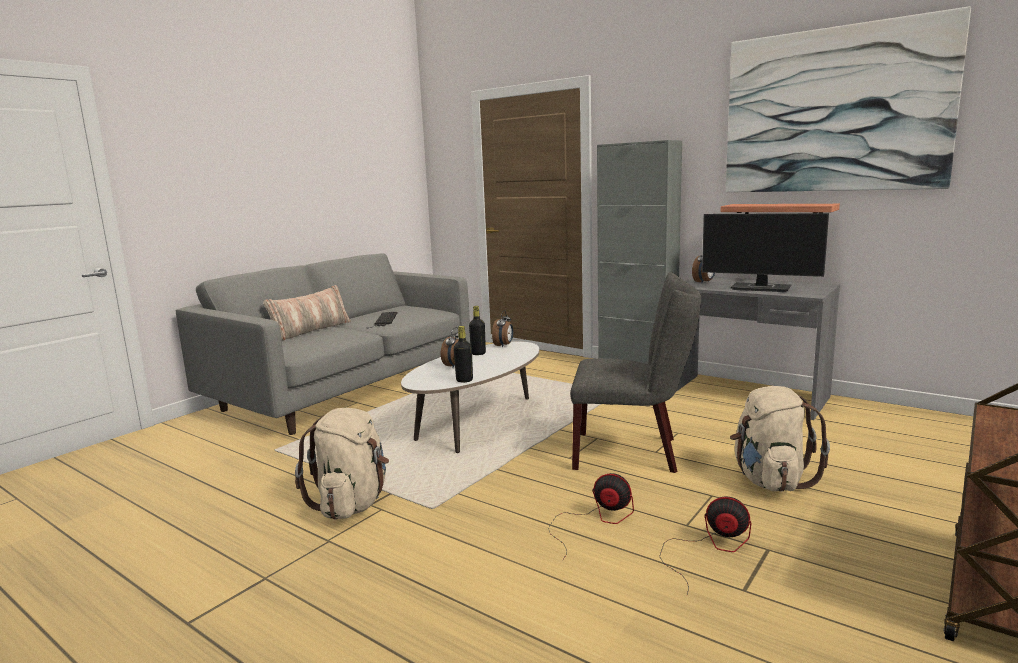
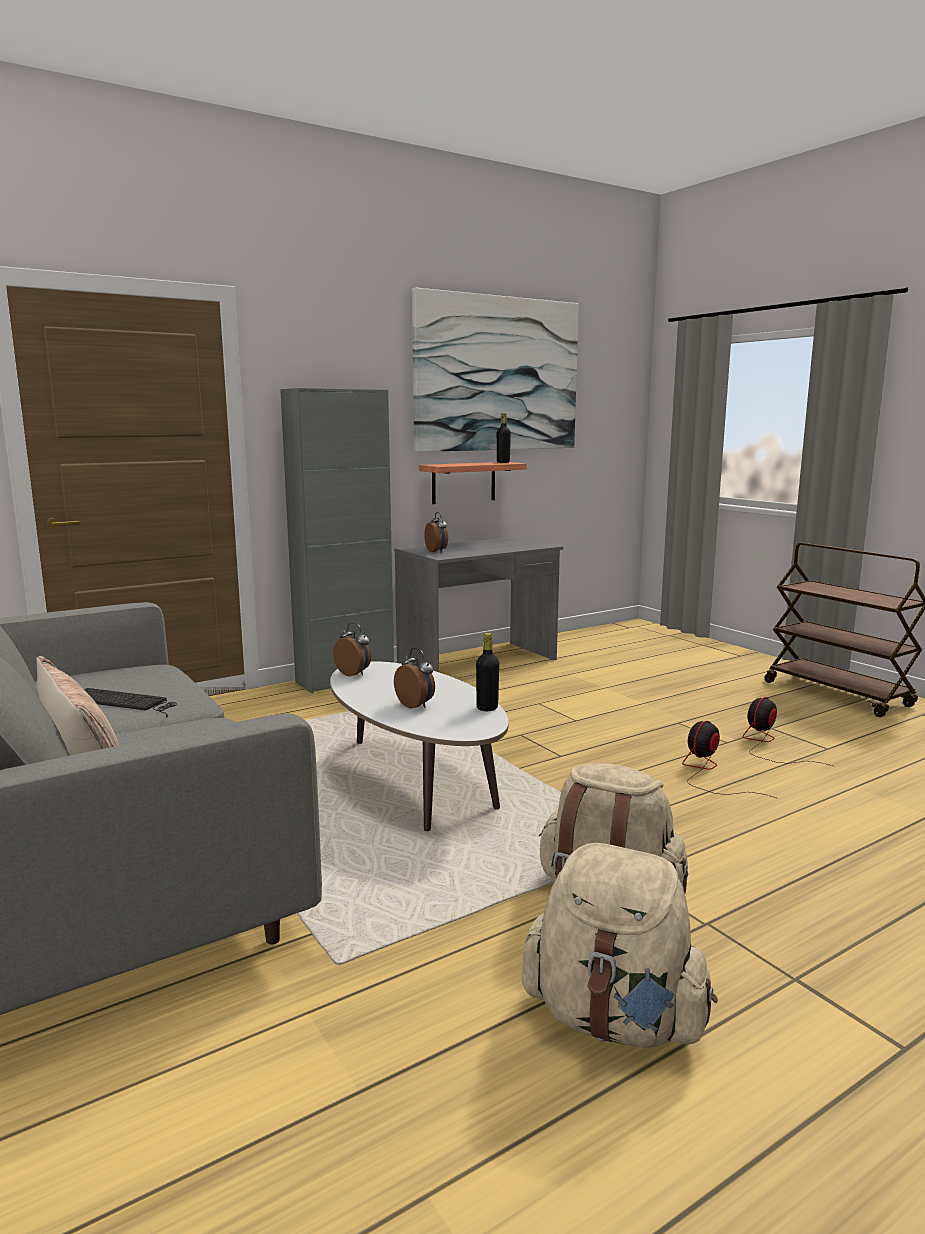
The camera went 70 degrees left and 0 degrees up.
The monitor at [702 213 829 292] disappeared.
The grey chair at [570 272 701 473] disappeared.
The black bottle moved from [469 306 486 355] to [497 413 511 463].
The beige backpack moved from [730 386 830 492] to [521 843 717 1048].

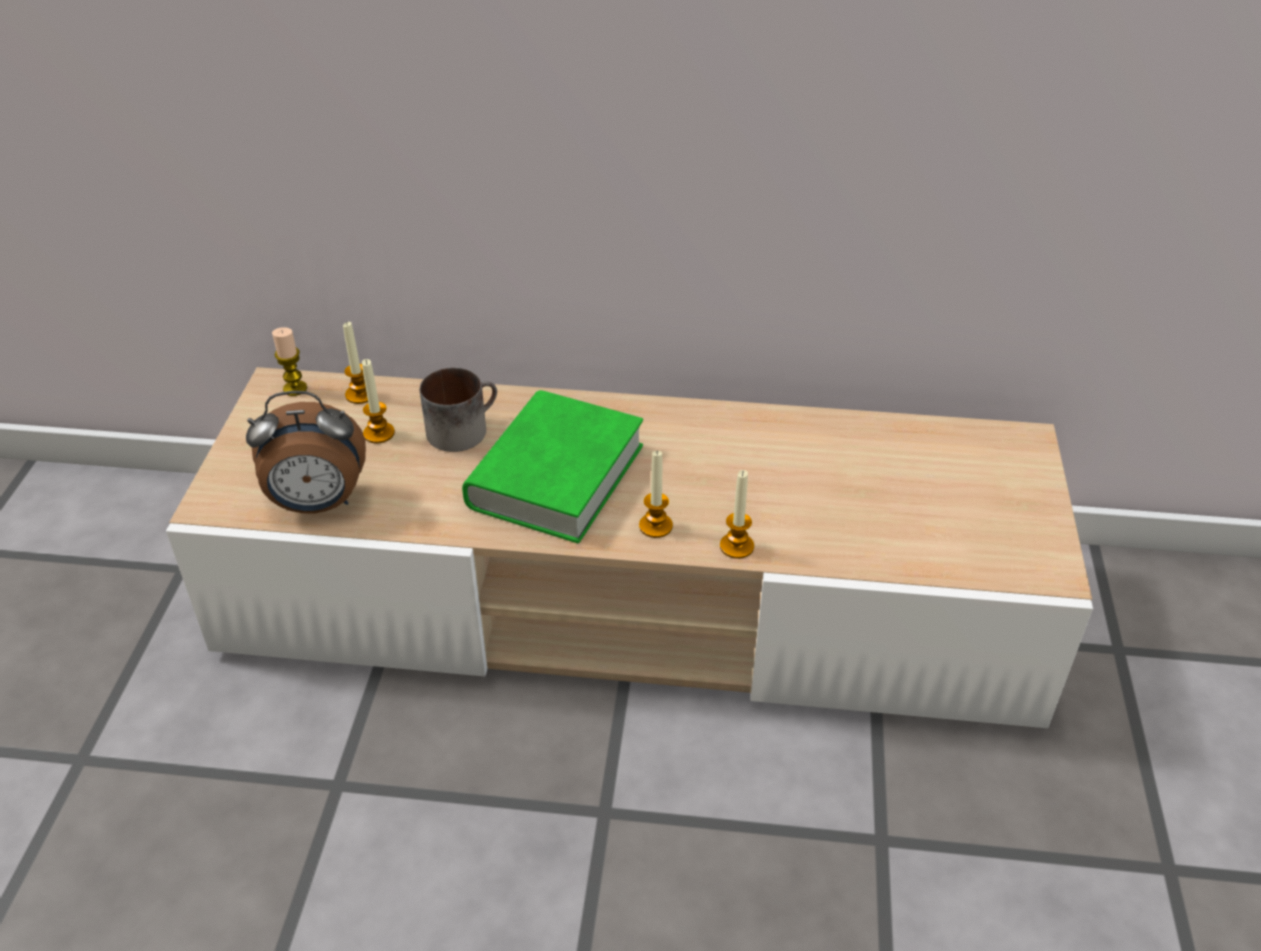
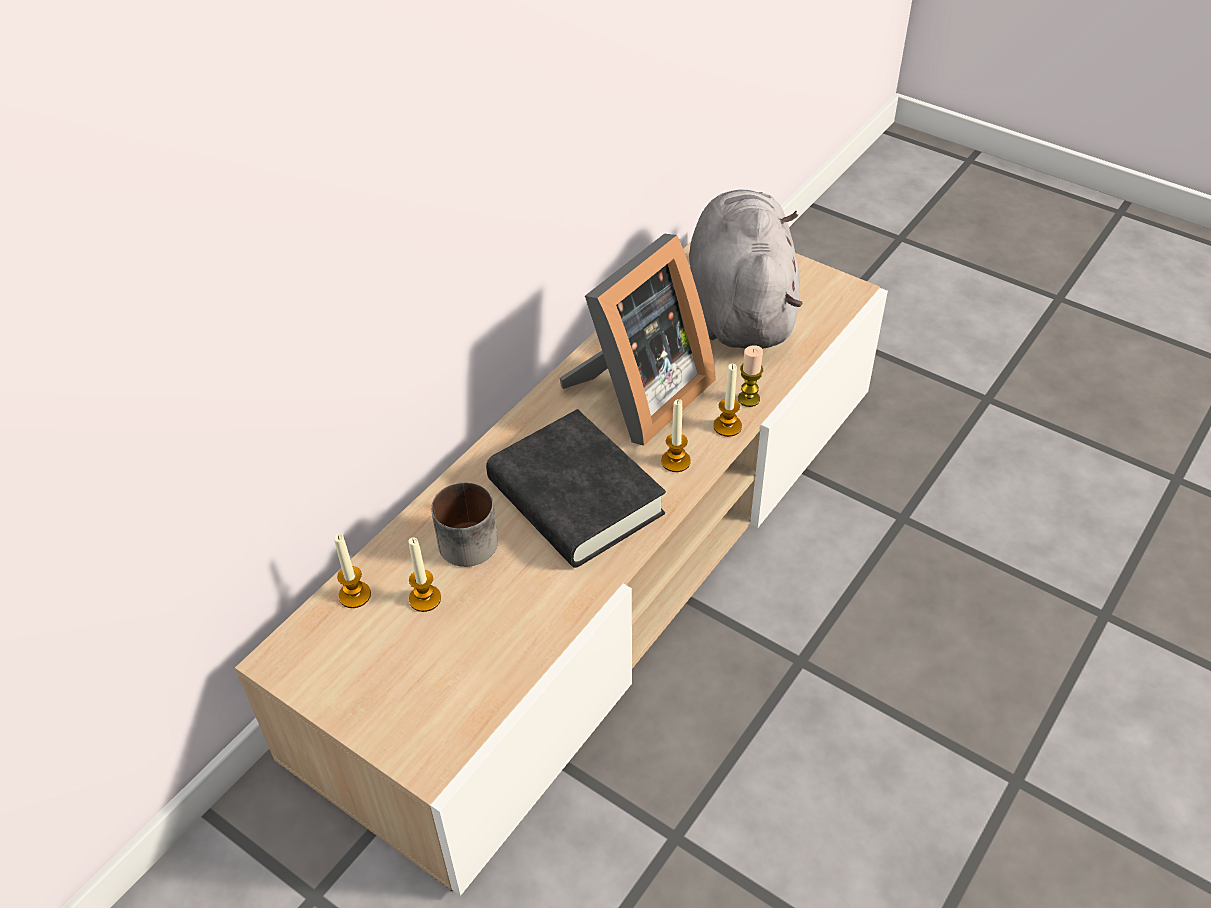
The camera went 60 degrees left and 5 degrees up.
The candle moved from [272 327 307 396] to [738 345 763 407].
The green book at [462 390 643 543] became the black book at [486 409 666 568].
The alarm clock at [246 391 366 513] disappeared.
The grey plush toy at [689 189 803 349] appeared.
The picture frame at [560 234 716 446] appeared.

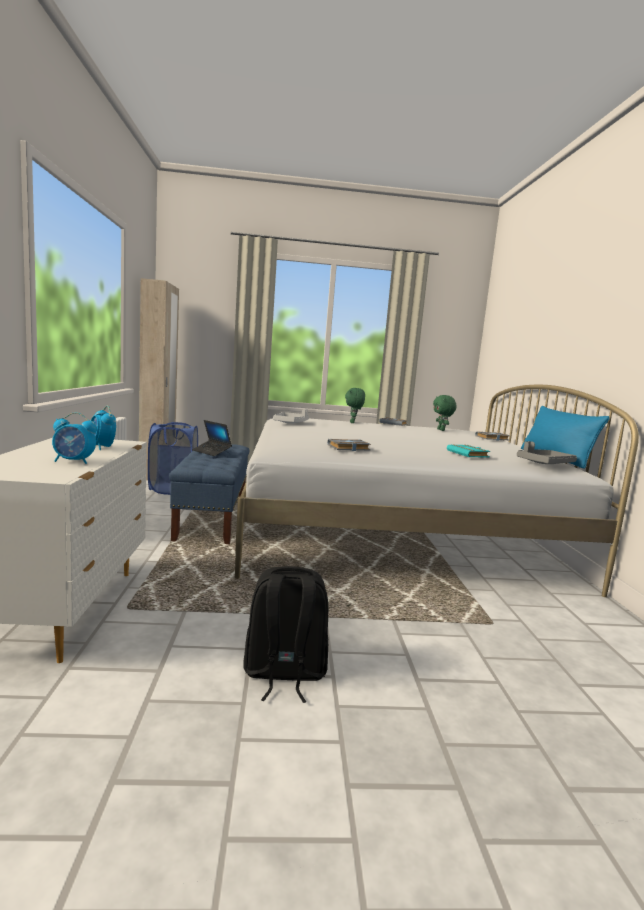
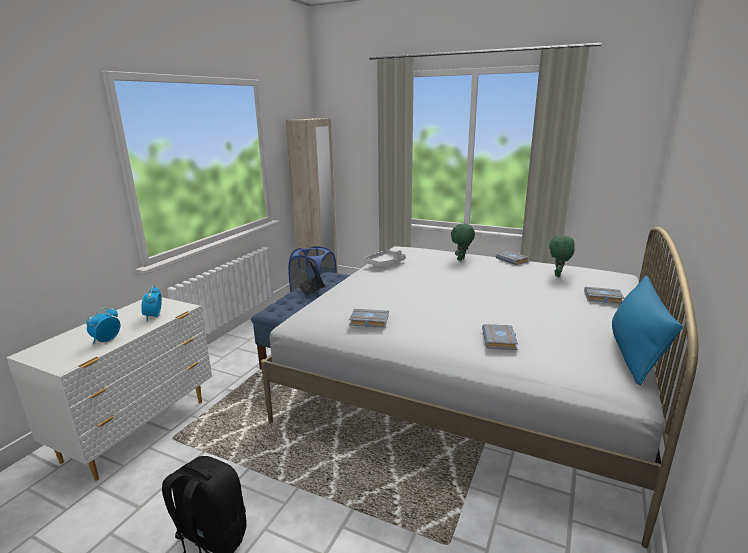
The camera went 30 degrees right and 10 degrees up.
The alarm clock at [52 412 97 464] turned 90 degrees clockwise.
The grey tray at [517 441 577 464] disappeared.
The turquoise book at [447 444 491 457] became the grey book at [482 324 518 350].

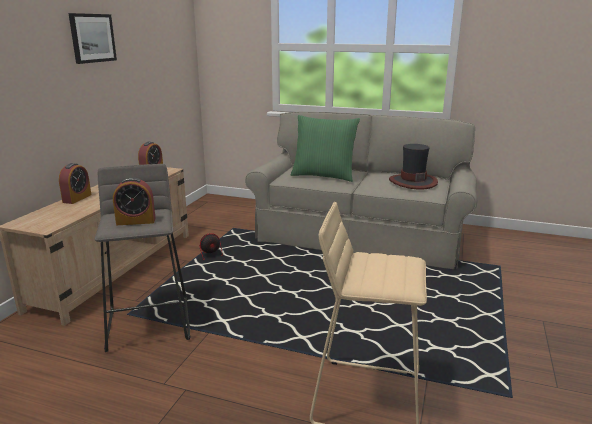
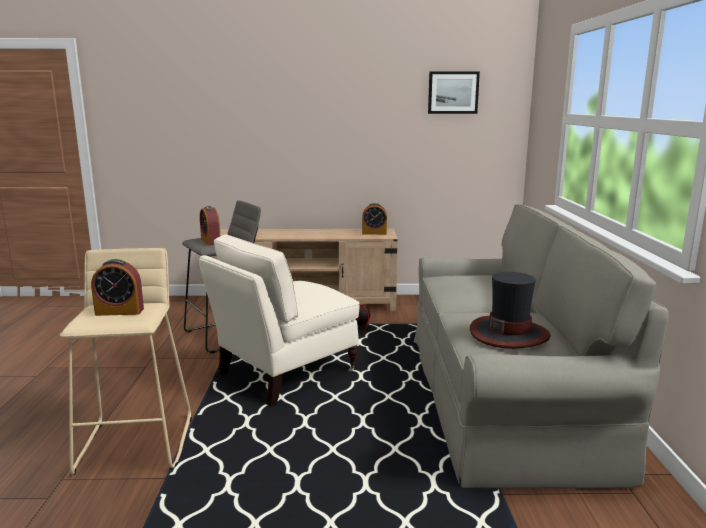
The camera went 70 degrees right and 5 degrees down.
The picture moved from [68 13 117 64] to [428 71 480 114].
The green pillow at [291 115 360 182] disappeared.
The alarm clock moved from [59 163 91 204] to [91 259 144 316].
The beige armchair at [199 234 360 407] appeared.

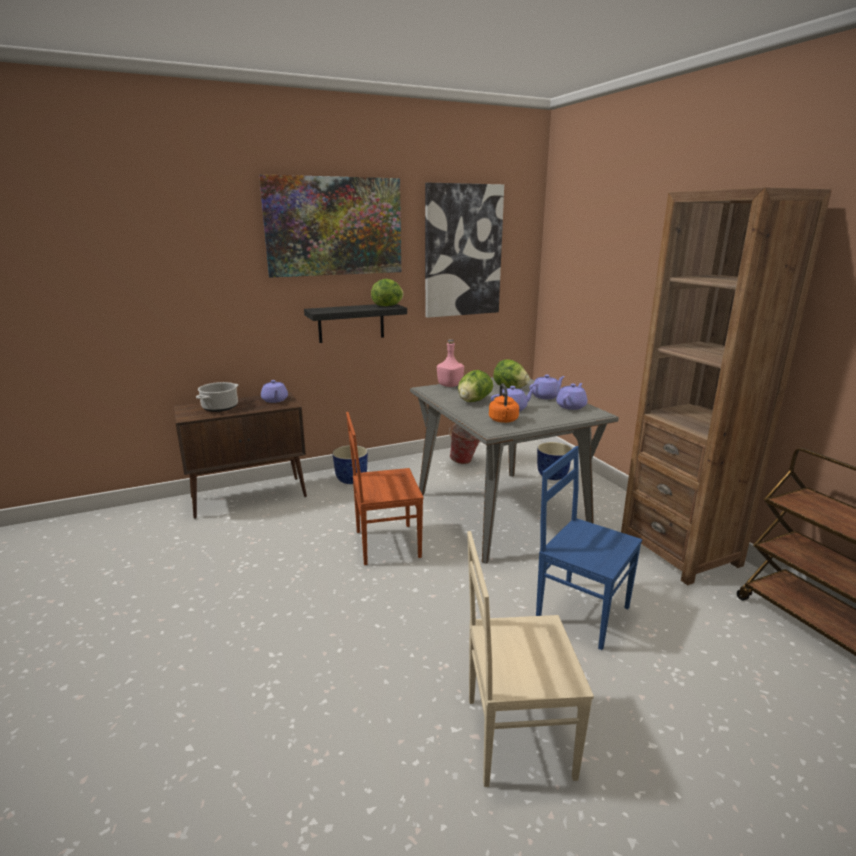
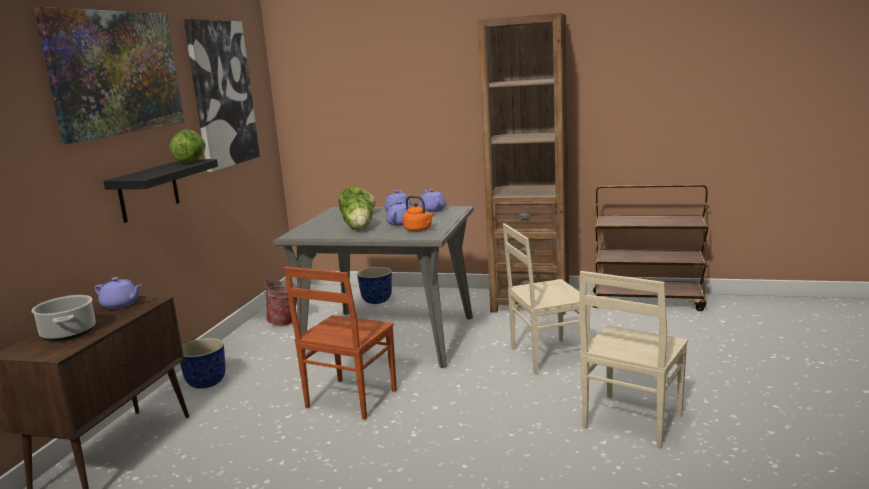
The camera went 50 degrees left and 5 degrees down.
The pink bottle at [437 339 464 387] disappeared.
The blue chair at [536 446 642 650] became the beige chair at [503 223 590 374].

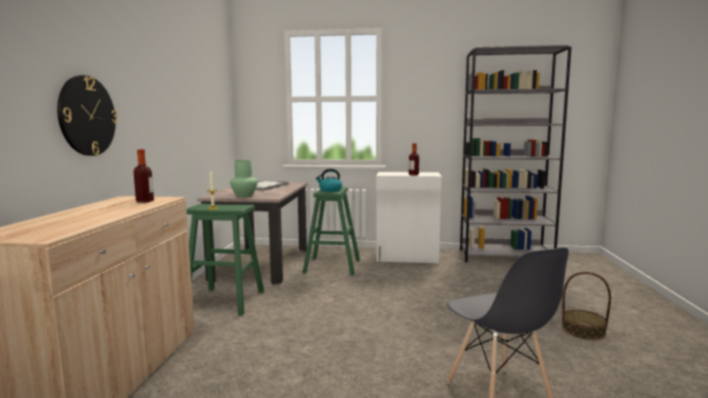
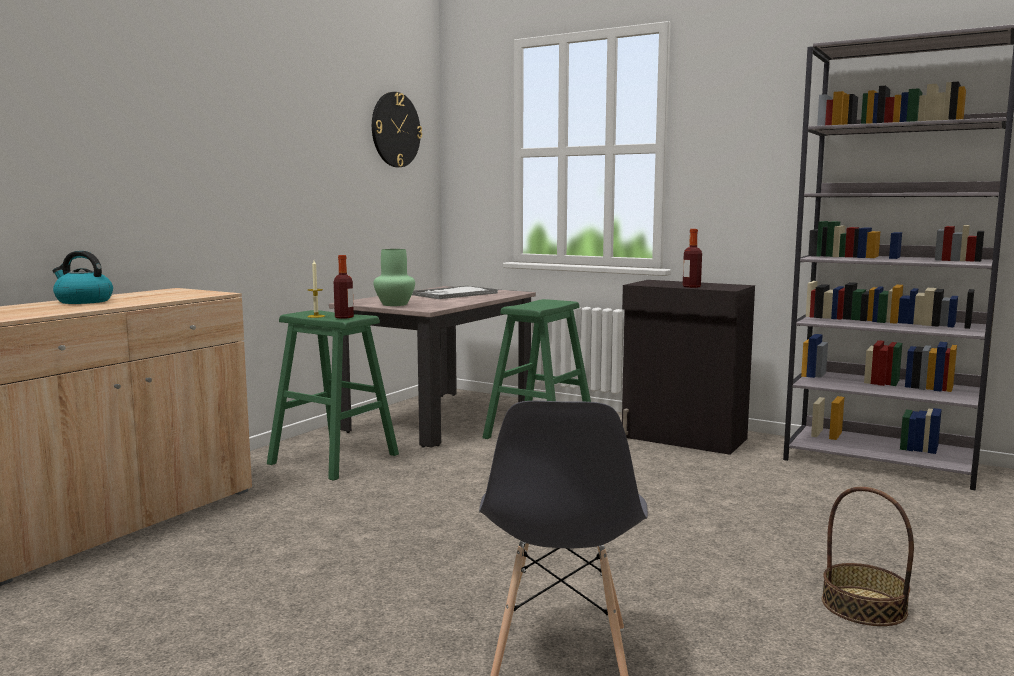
The camera went 25 degrees right and 0 degrees up.
The wall clock moved from [57 75 118 156] to [372 92 422 167].
The bottle moved from [133 149 154 203] to [334 255 354 319].
The kettle moved from [316 169 342 192] to [52 251 113 304].
The white cabinet at [376 172 442 263] became the black cabinet at [622 280 755 455].

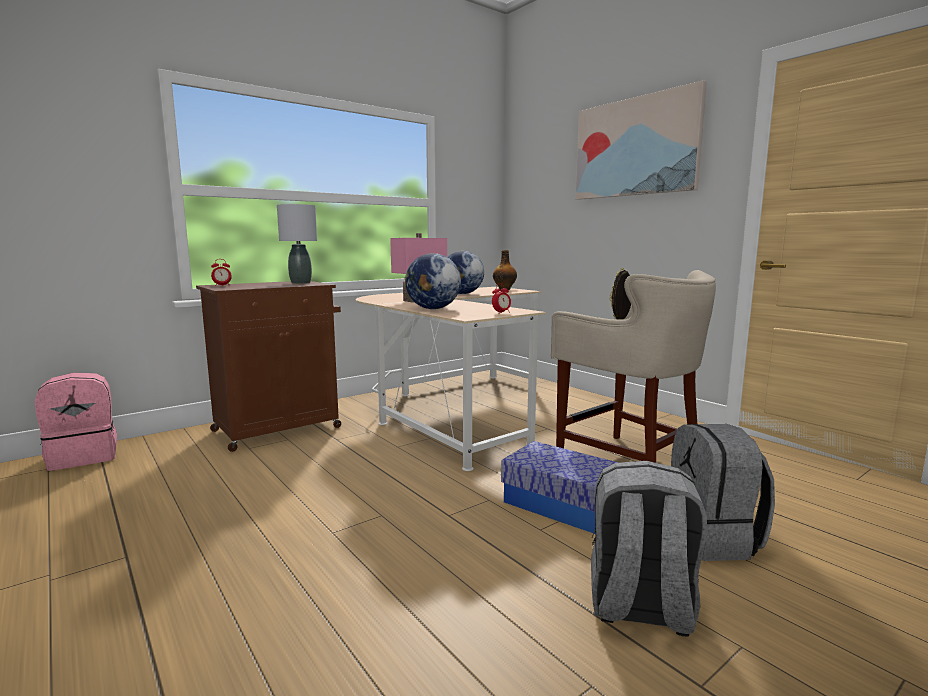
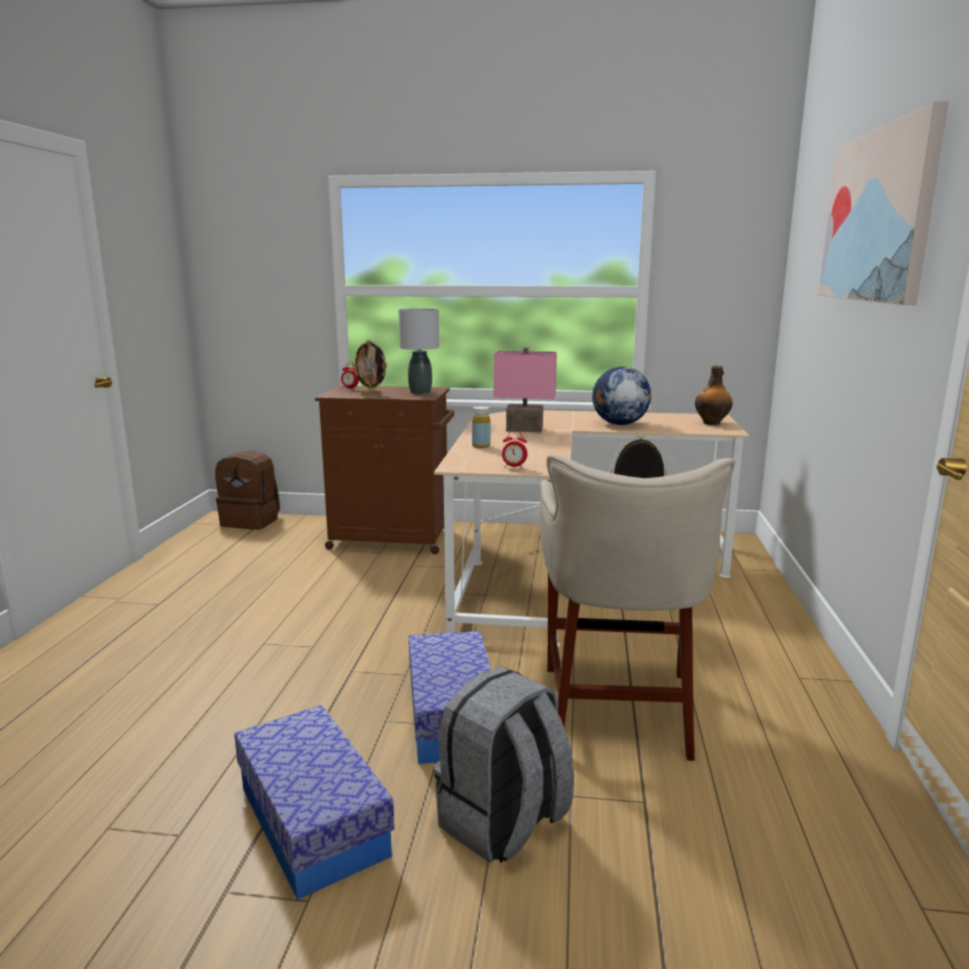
The camera went 45 degrees right and 5 degrees up.
The globe at [405 253 461 309] was replaced by the yellow bottle at [472 406 490 448].
The pink backpack at [35 373 117 471] became the brown backpack at [215 451 280 530].
The grey backpack at [591 461 707 637] was replaced by the storage box at [234 705 395 900].
The picture frame at [352 340 388 395] appeared.

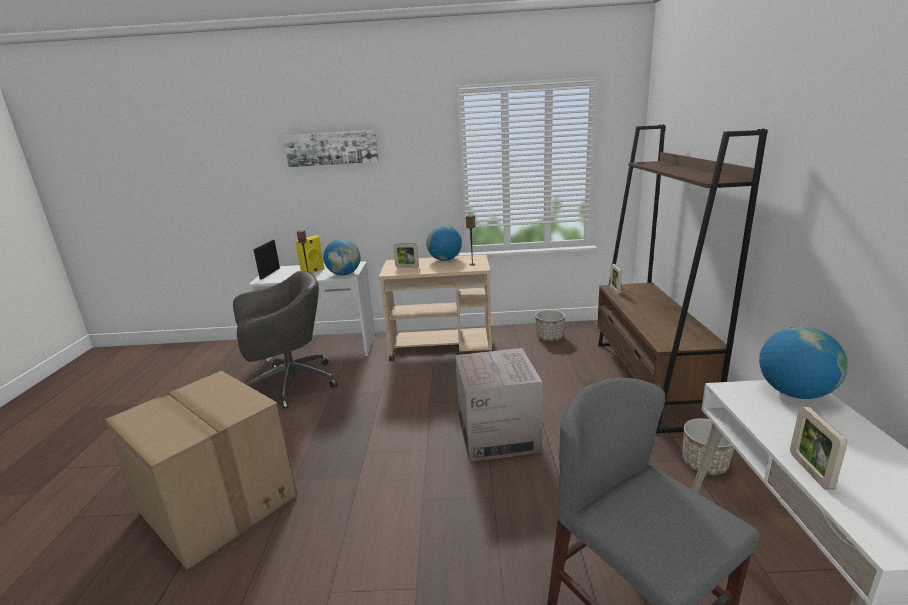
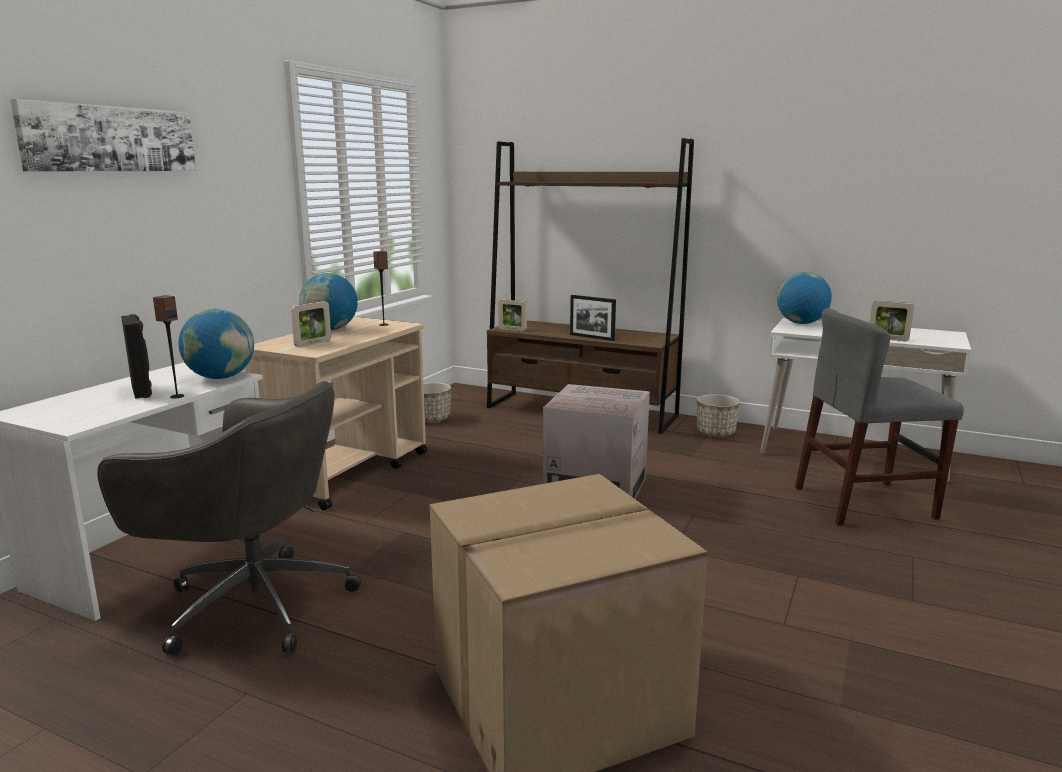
The camera went 65 degrees left and 5 degrees down.
The yellow speaker at [296 235 325 273] became the black speaker at [121 314 152 399].
The picture frame moved from [253 240 280 279] to [570 295 616 341].
The grey office chair at [233 271 337 409] turned 105 degrees clockwise.

